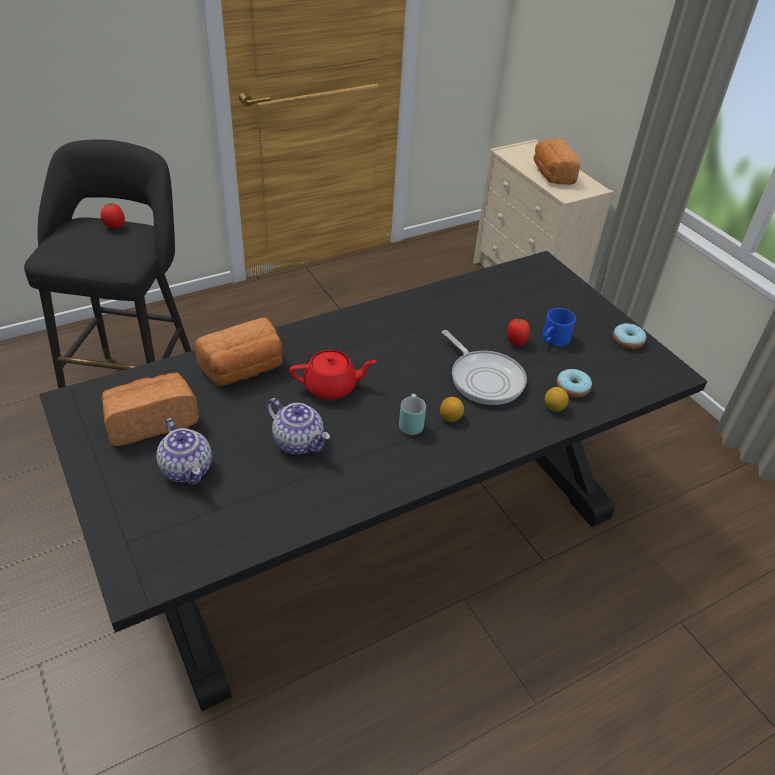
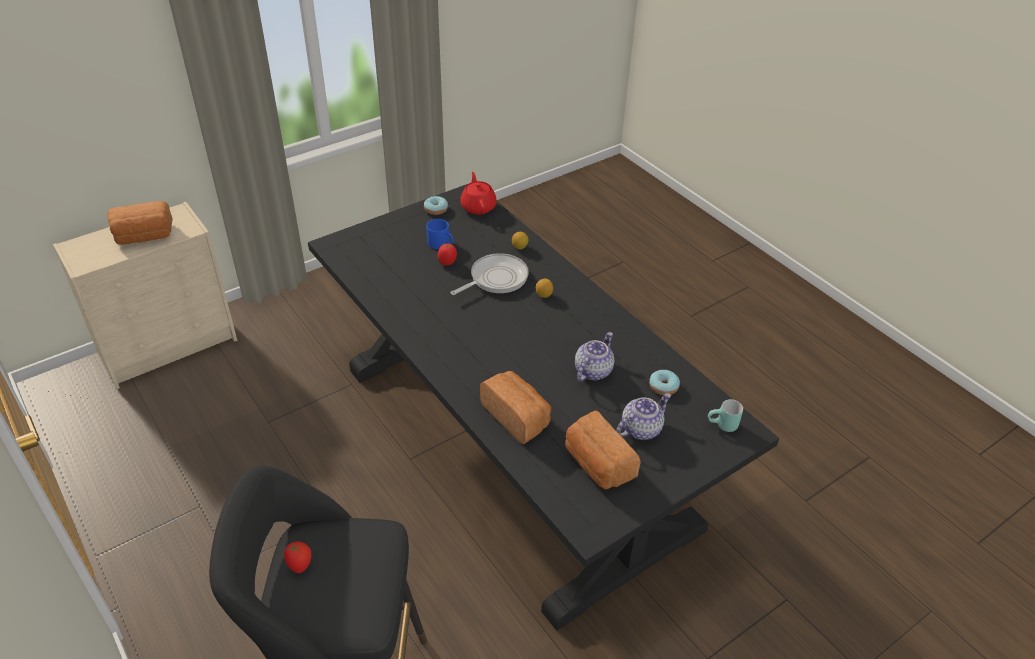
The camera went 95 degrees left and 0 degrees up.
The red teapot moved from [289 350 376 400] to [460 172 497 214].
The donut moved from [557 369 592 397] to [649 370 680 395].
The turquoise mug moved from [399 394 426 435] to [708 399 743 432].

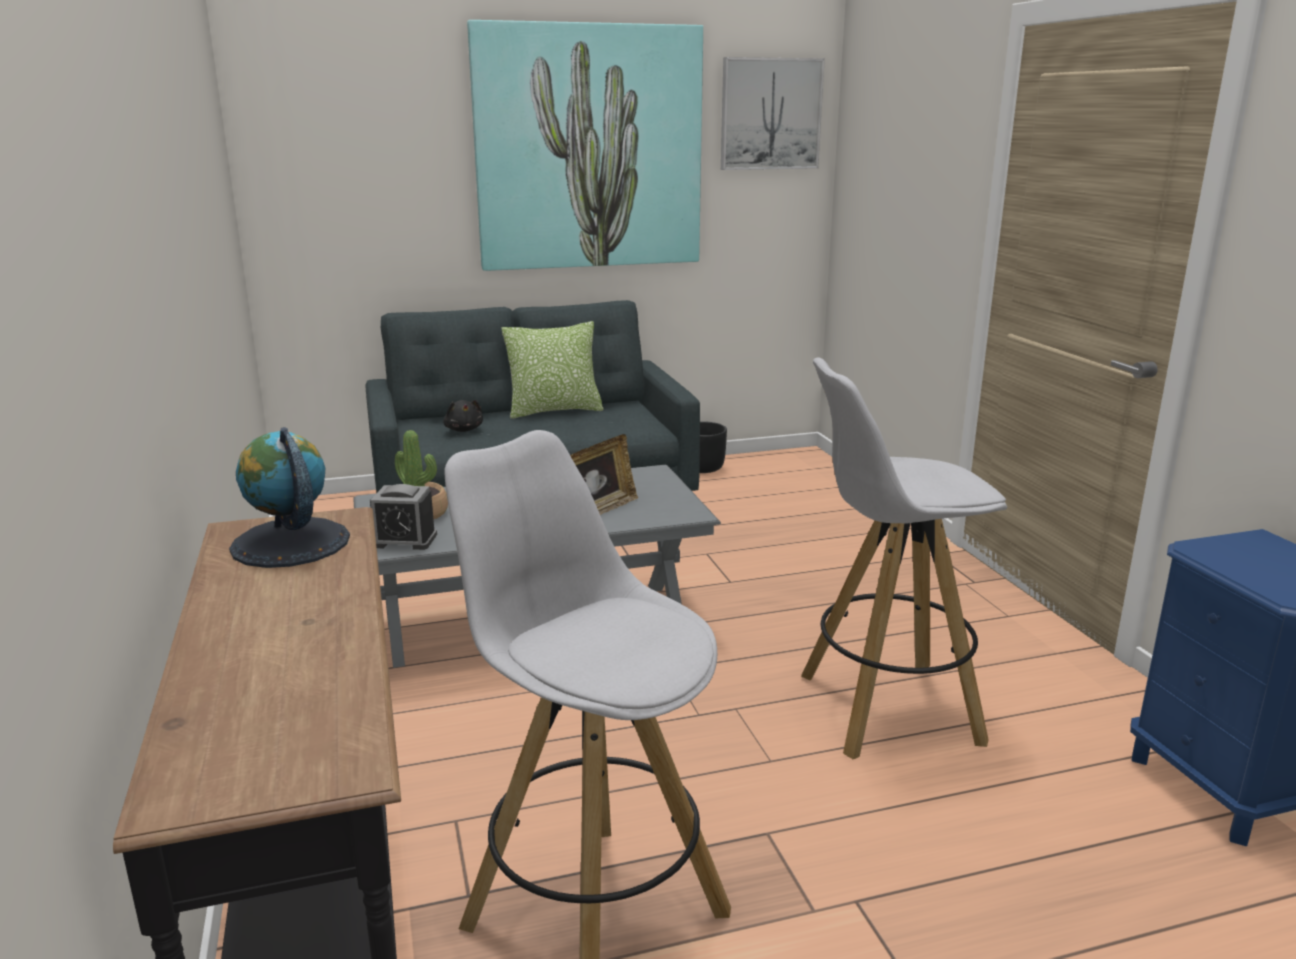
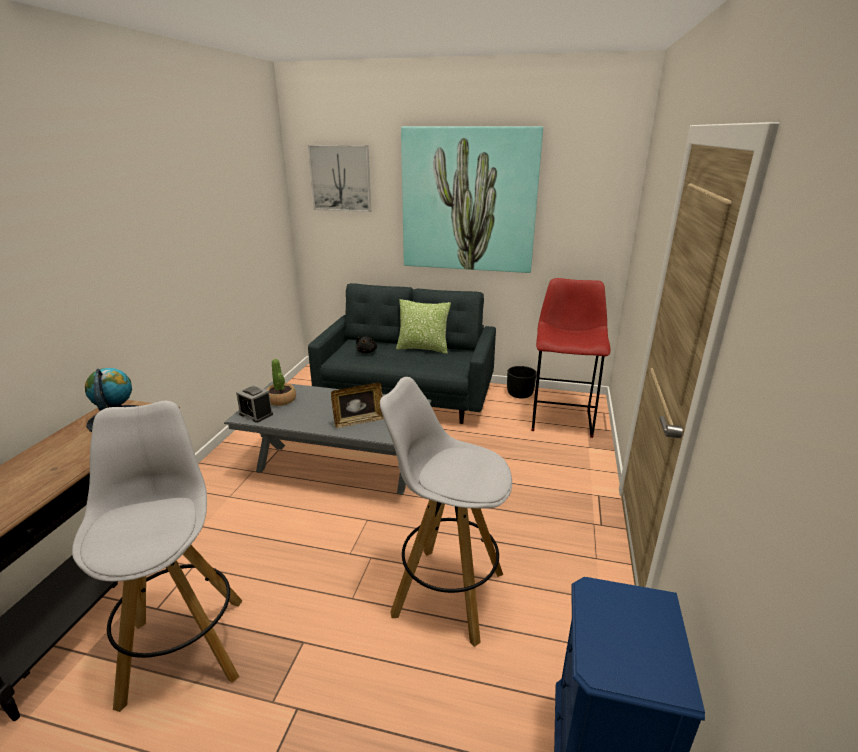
The camera went 30 degrees right and 5 degrees up.
The picture moved from [721 57 825 170] to [308 145 371 212].
The red stool at [532 278 610 438] appeared.

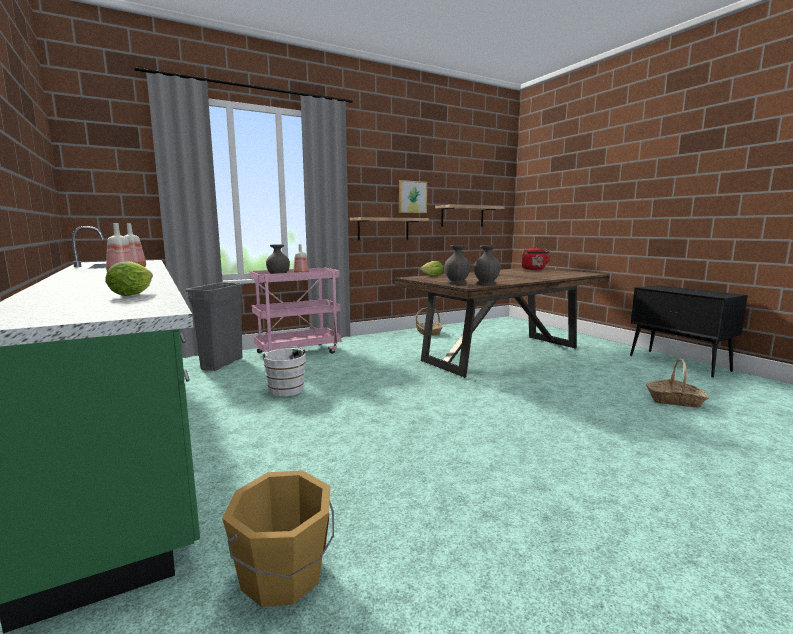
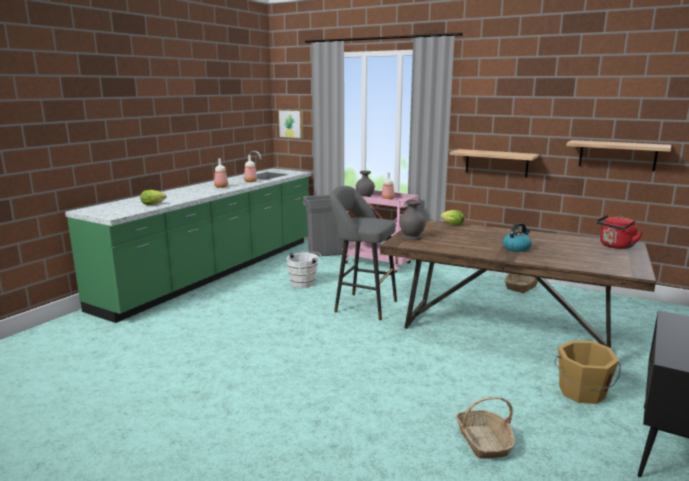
The camera went 60 degrees right and 5 degrees up.
The picture moved from [399 180 427 213] to [278 109 303 139].
The grey vase at [474 245 501 285] disappeared.
The orange bucket moved from [222 470 334 607] to [554 341 621 404].
The grey stool at [330 186 397 320] appeared.
The kettle at [503 223 532 252] appeared.

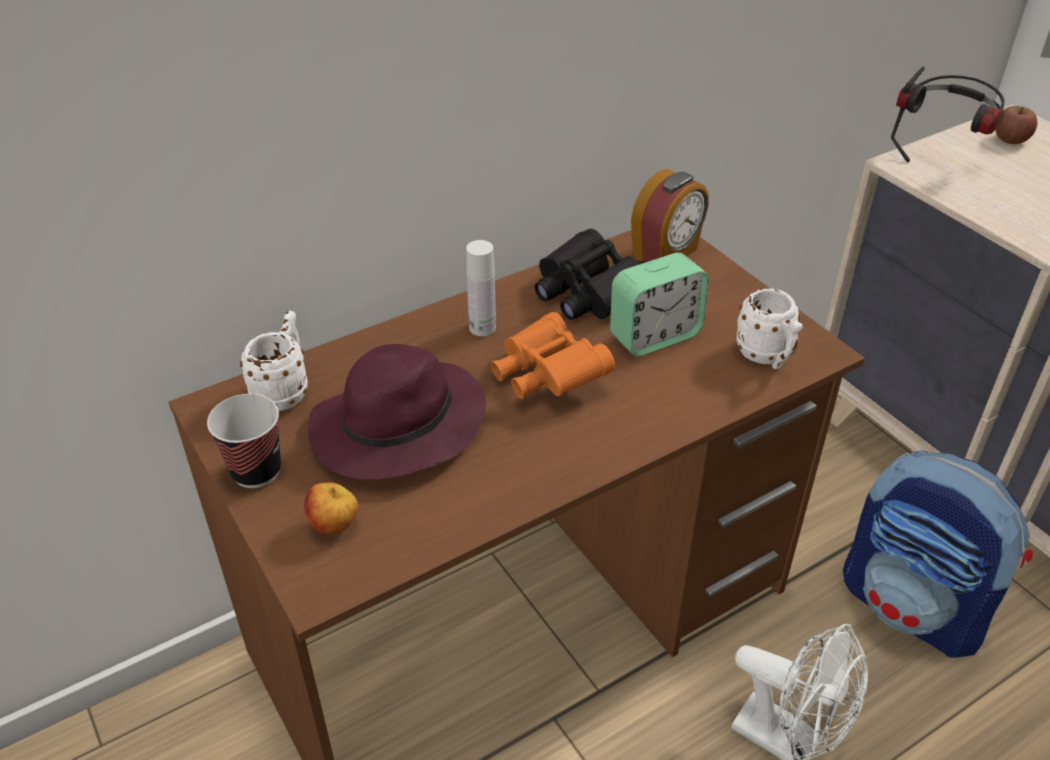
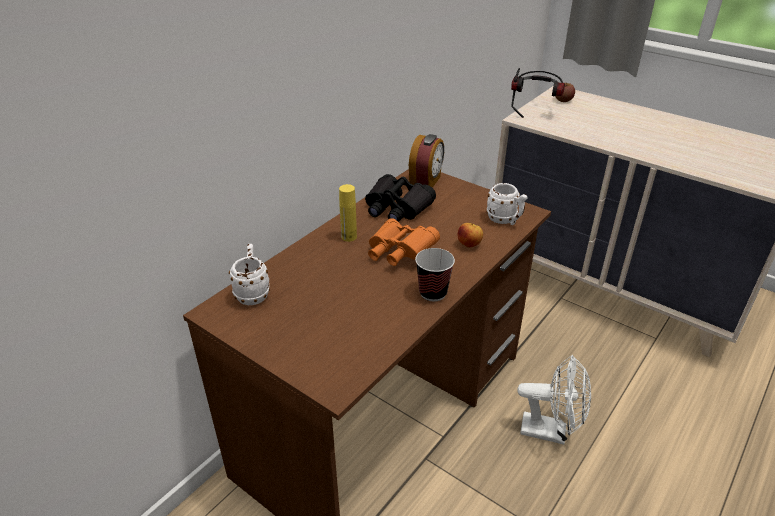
The camera went 20 degrees left and 5 degrees down.
The white bottle at [466 240 496 336] became the yellow bottle at [339 184 357 242].
The alarm clock at [610 253 709 356] disappeared.
The purple hat at [308 344 486 480] disappeared.
The cup moved from [207 394 281 488] to [415 248 455 301].
The backpack at [843 450 1033 658] disappeared.
The apple moved from [304 482 358 534] to [458 223 483 248].

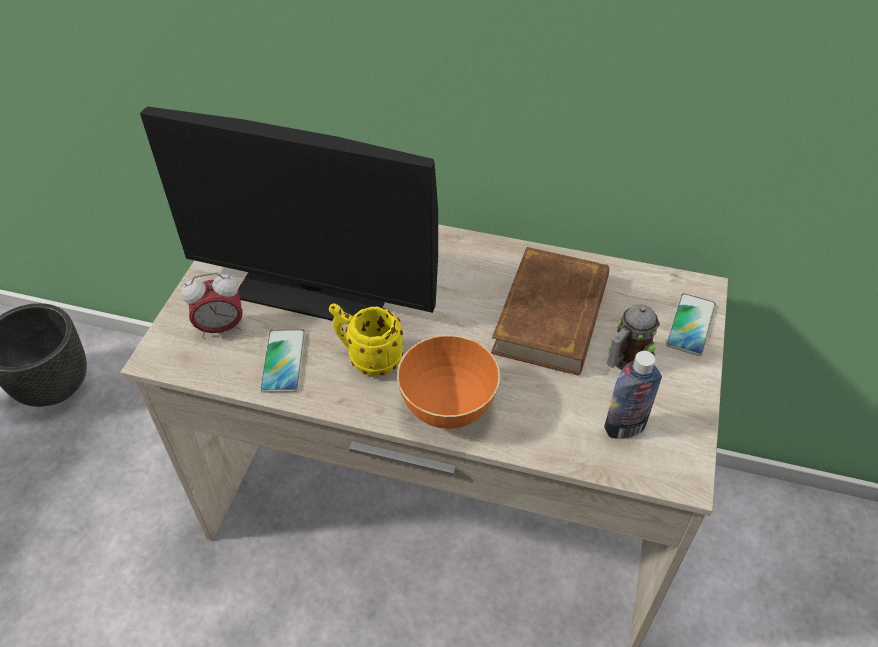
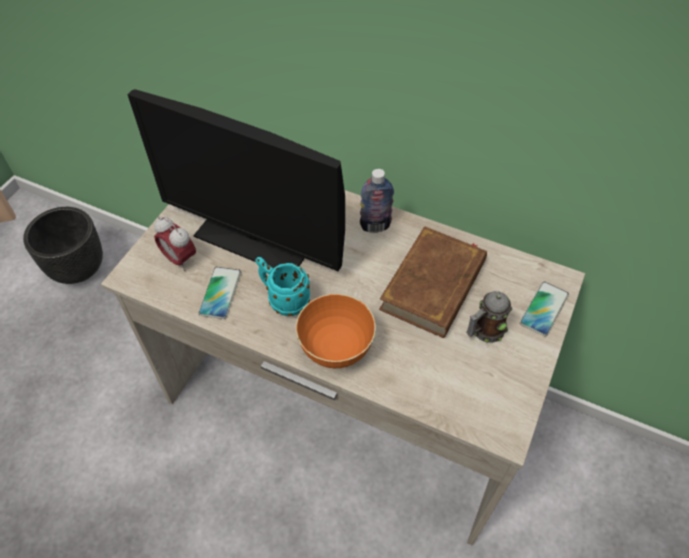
The camera went 10 degrees right and 5 degrees up.
The alarm clock at [181 272 242 338] turned 45 degrees clockwise.
The yellow mug at [329 304 403 377] became the turquoise mug at [255 257 310 316].
The bottle moved from [604 351 662 439] to [360 169 394 233].

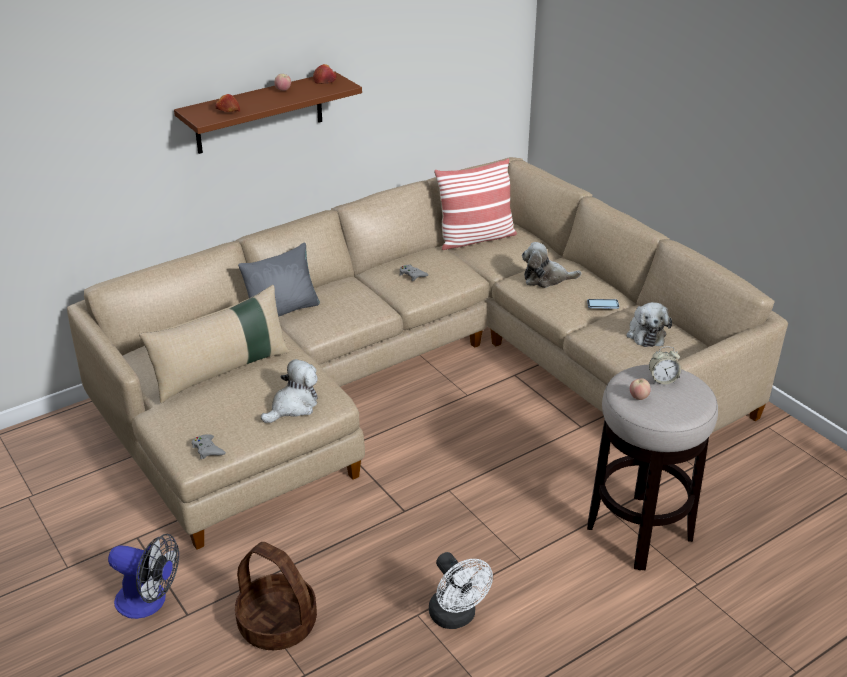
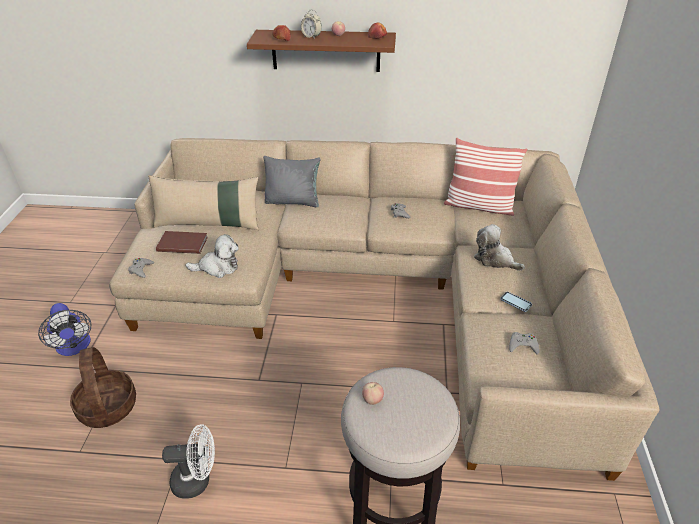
The camera went 40 degrees right and 5 degrees up.
The plush toy at [626 302 672 347] was replaced by the grey game controller at [509 332 540 355].
The alarm clock moved from [649 346 681 384] to [301 10 322 39].
The white fan at [429 552 493 629] turned 105 degrees counterclockwise.
The brown book at [156 231 208 254] appeared.

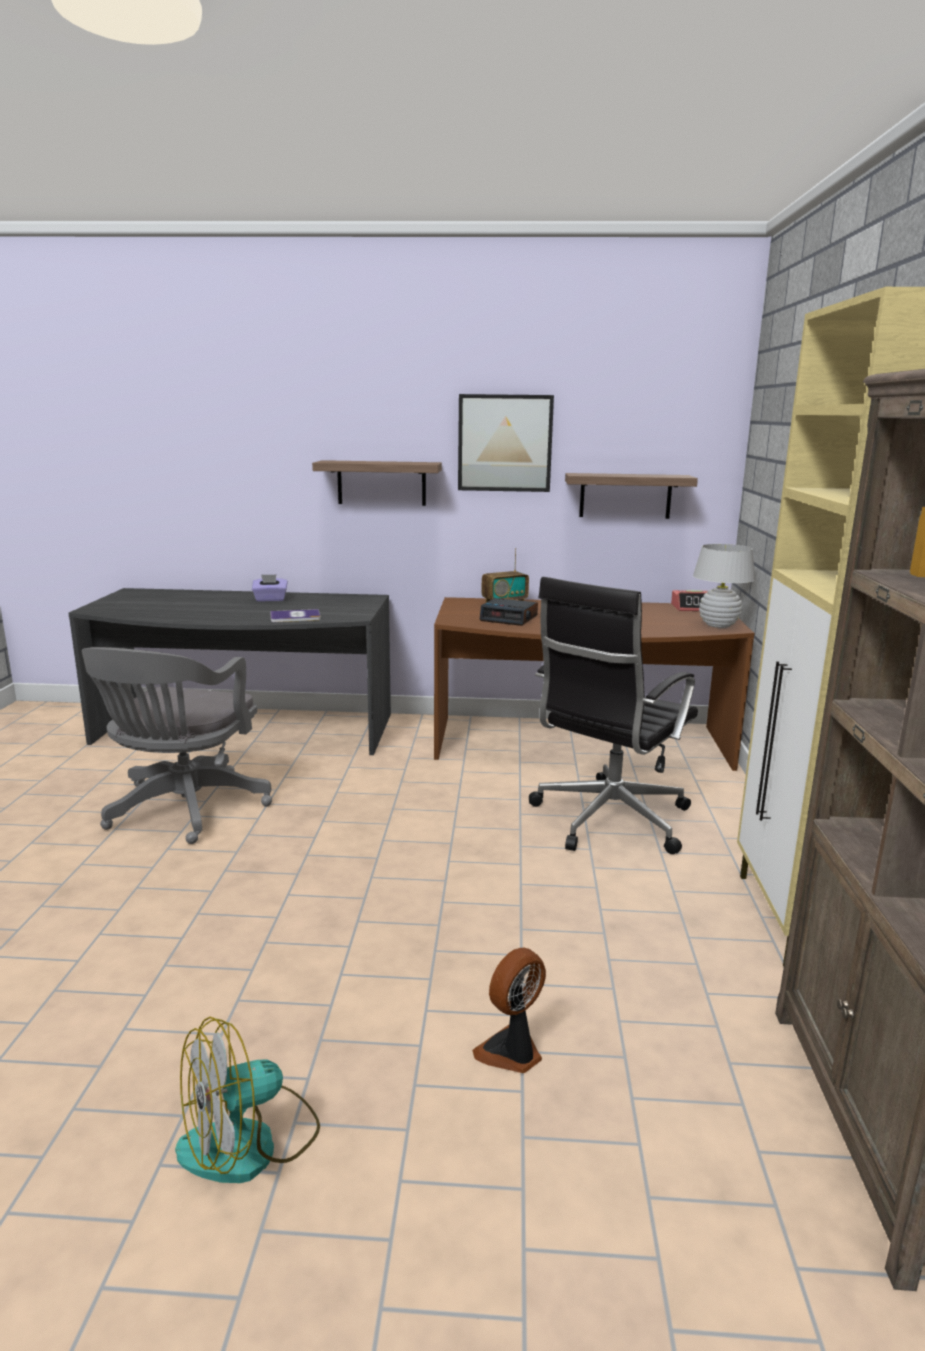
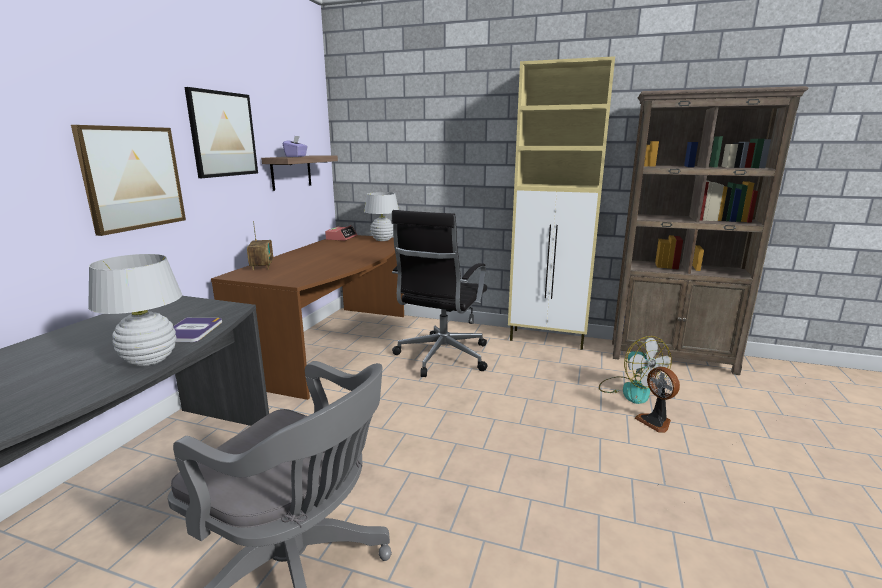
The camera went 75 degrees left and 0 degrees up.
The shelf at [312 460 442 506] was replaced by the picture at [71 125 186 236].
The purple tissue box moved from [252 574 288 602] to [283 136 308 157].
The black office chair at [529 577 698 854] turned 60 degrees clockwise.
The alarm clock at [479 598 538 626] disappeared.
The fan moved from [175 1017 320 1183] to [599 336 672 404].
The white table lamp at [88 254 182 366] appeared.

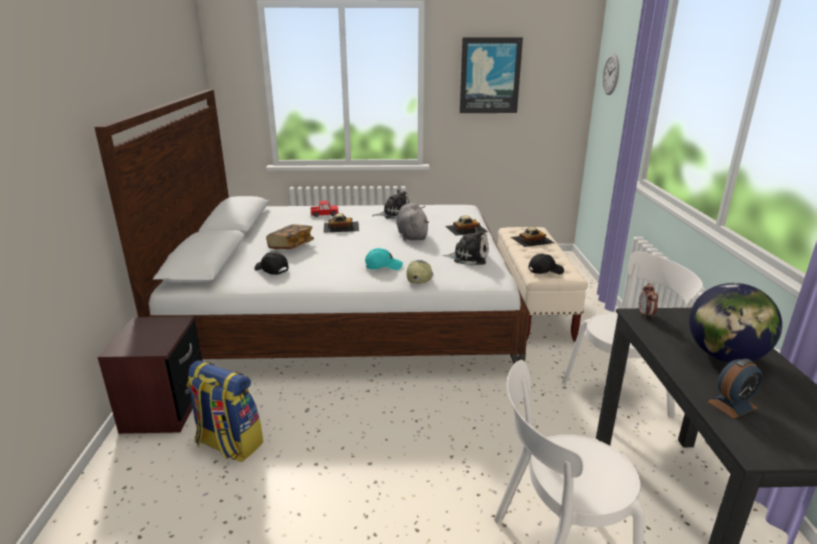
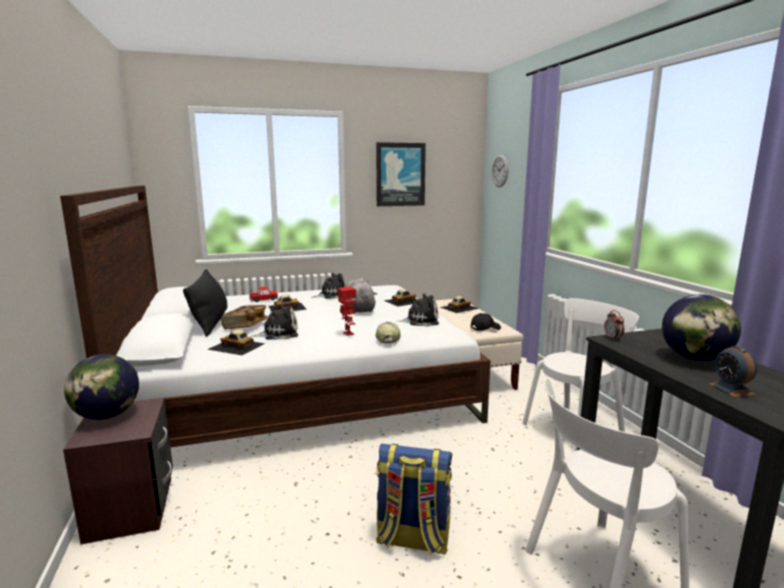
The camera went 15 degrees left and 10 degrees down.
The turquoise cap at [365 248 403 270] was replaced by the toy robot at [338 287 356 336].
The black cap at [254 252 288 275] was replaced by the toy car at [207 329 265 355].
The alarm clock at [707 359 762 419] turned 120 degrees clockwise.
The backpack moved from [187 360 263 462] to [376 444 452 555].
The black pillow at [183 269 227 337] appeared.
The plush toy at [250 303 298 340] appeared.
The globe at [64 354 139 420] appeared.

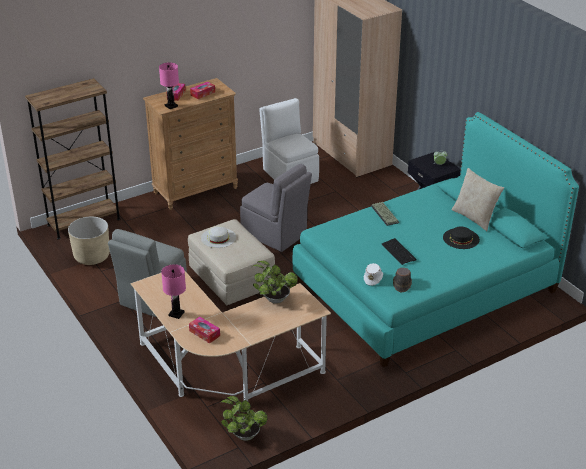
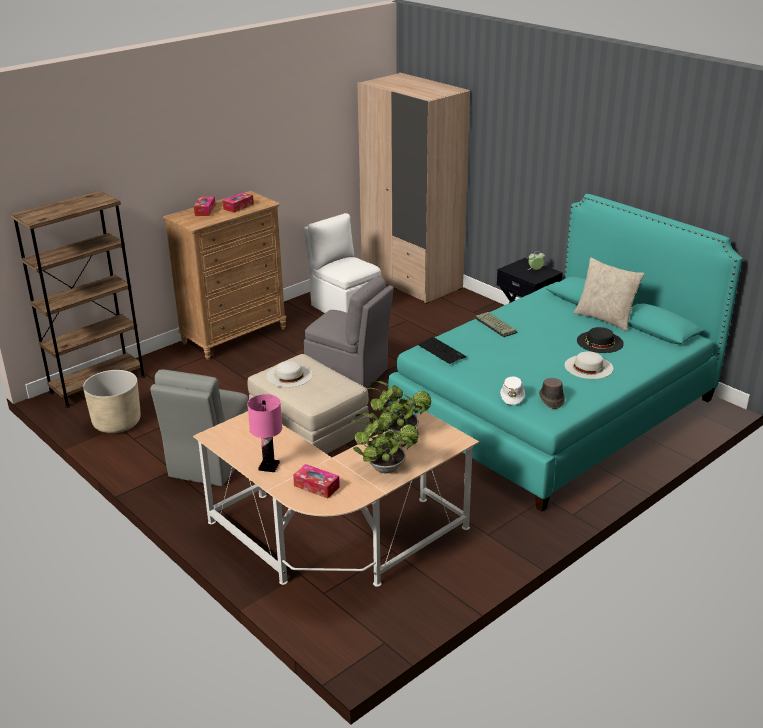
The camera went 10 degrees left and 5 degrees down.
The pink table lamp at [159 62 179 109] disappeared.
The keyboard moved from [382 238 416 265] to [418 337 466 364].
The potted plant moved from [220 396 268 441] to [348 413 419 473].
The white hat at [565 351 613 379] appeared.

